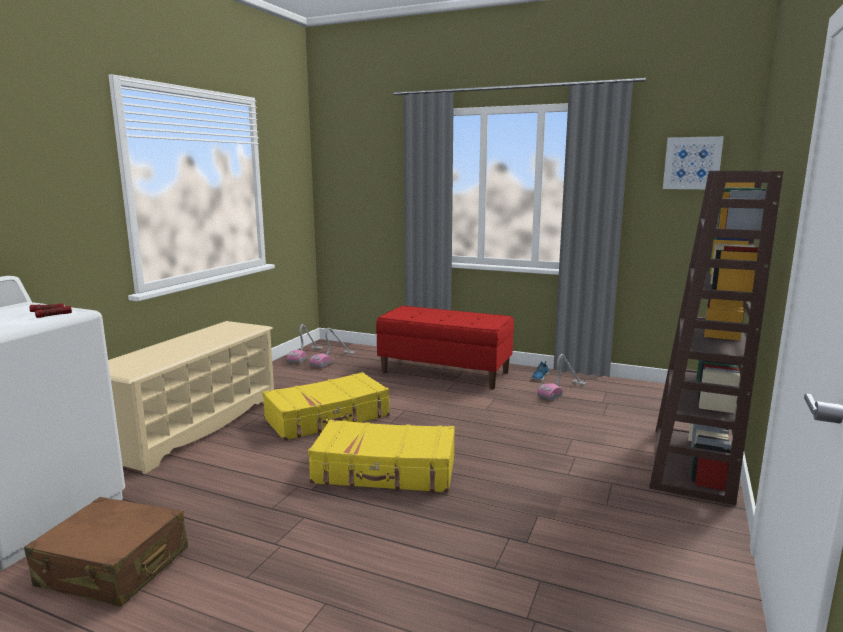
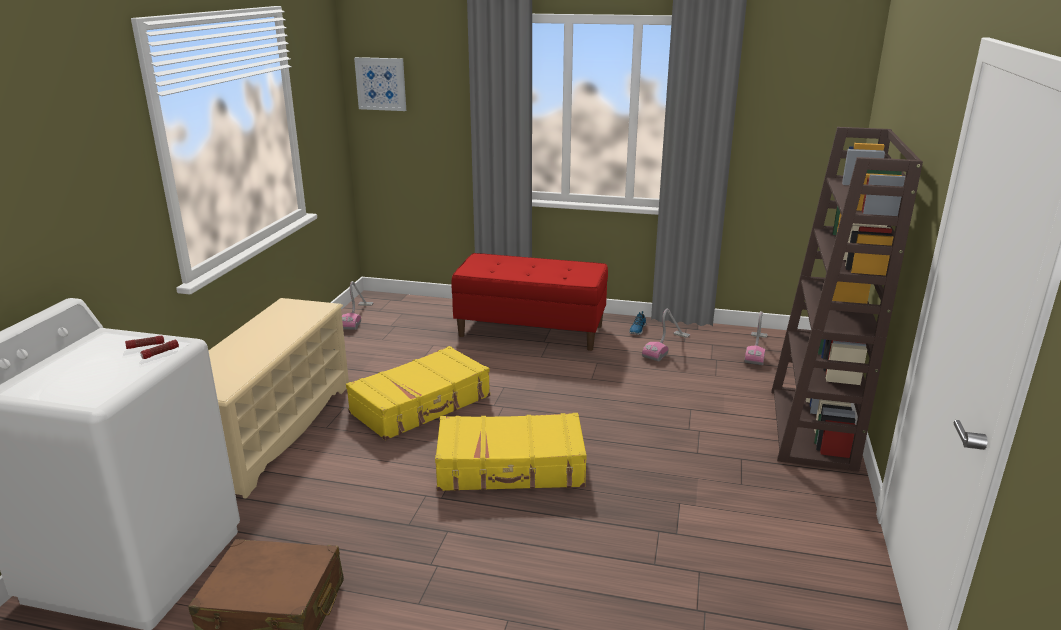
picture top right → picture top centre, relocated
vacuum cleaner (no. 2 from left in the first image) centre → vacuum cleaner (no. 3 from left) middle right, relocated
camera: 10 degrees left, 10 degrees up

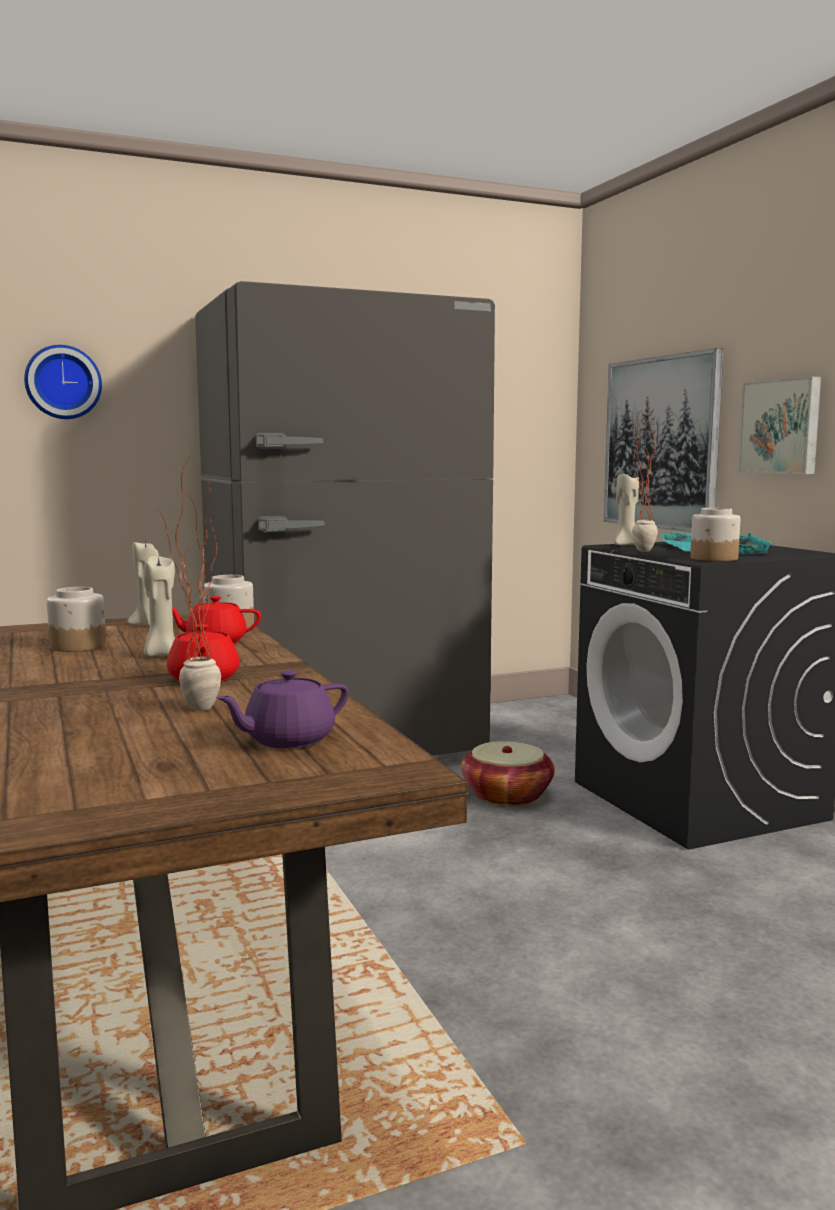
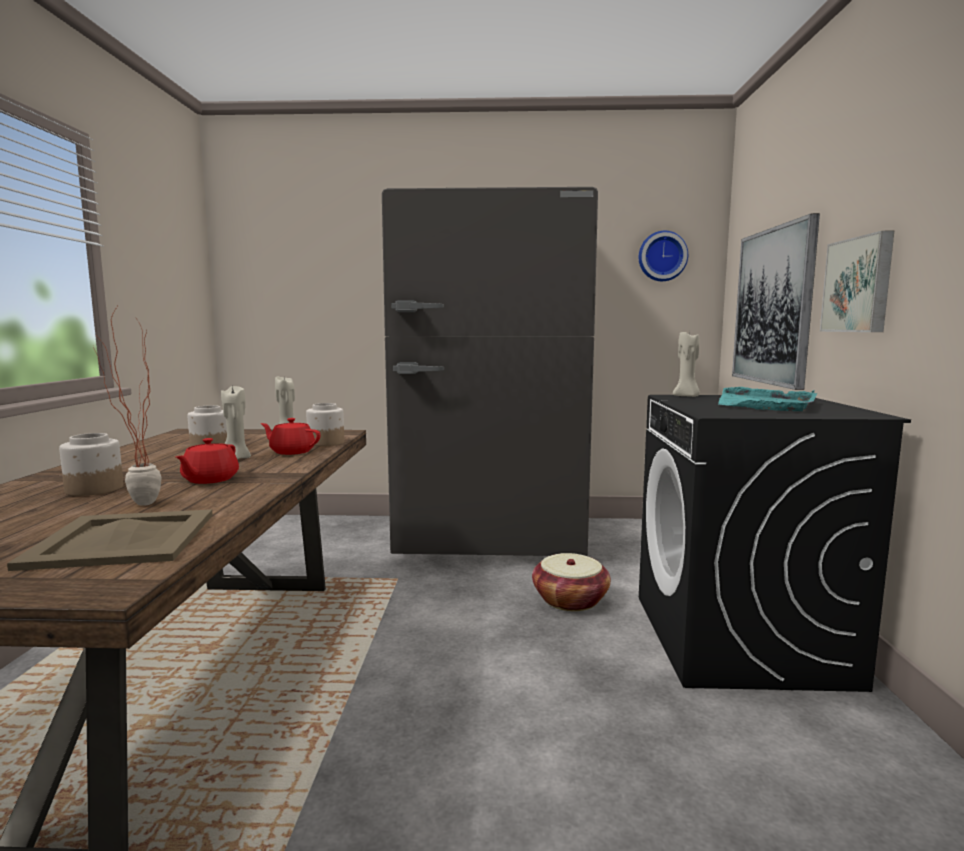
wall clock top left → wall clock top right, relocated
potted plant (no. 2 from left) middle right → -
jar (no. 3 from left in the first image) middle right → jar (no. 1 from left) middle left, relocated
purple teapot centre → beige tray middle left
camera: 25 degrees right, 0 degrees up

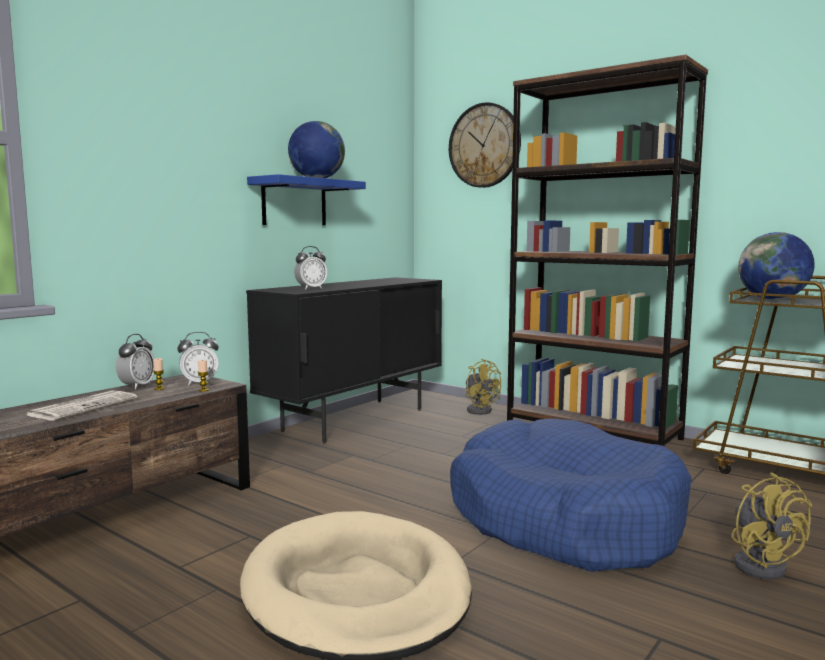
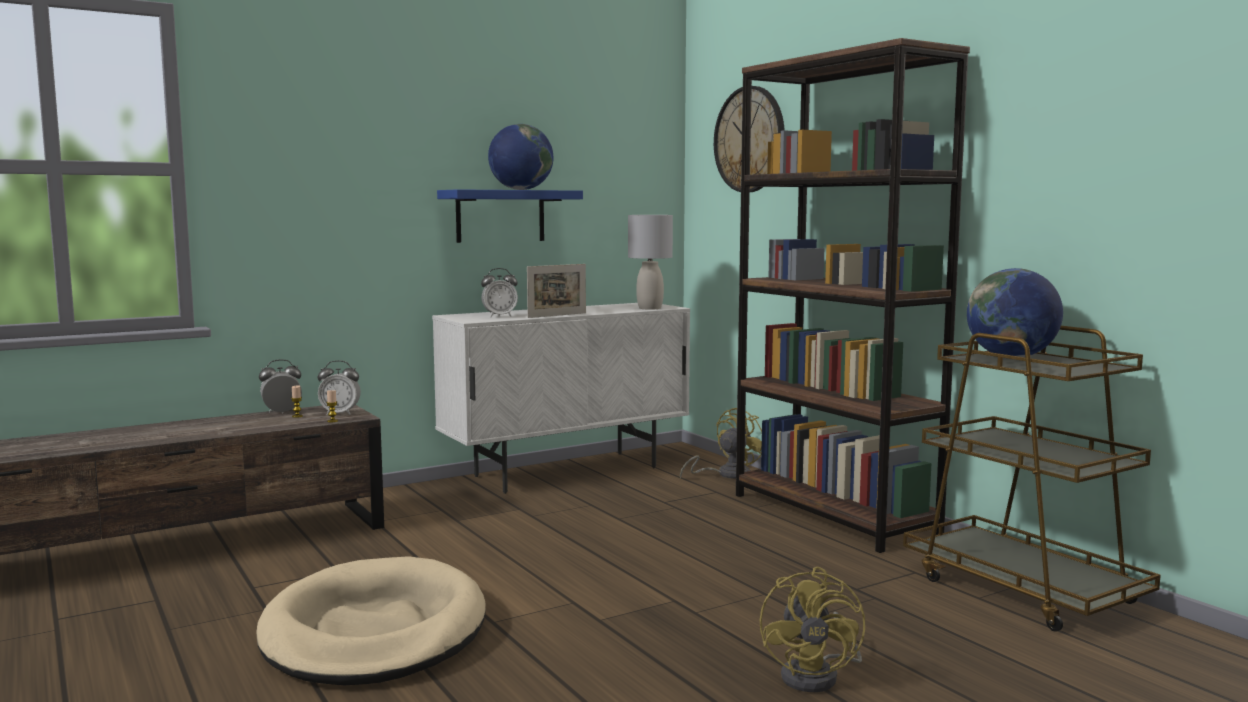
black cabinet centre → white cabinet centre
alarm clock (no. 1 from left) middle left, 150 degrees counterclockwise
yellow fan (no. 1 from left) centre, 120 degrees counterclockwise
newspaper middle left → -
blue dog bed bottom right → -
- → grey table lamp centre
- → picture frame centre
camera: 20 degrees right, 0 degrees up

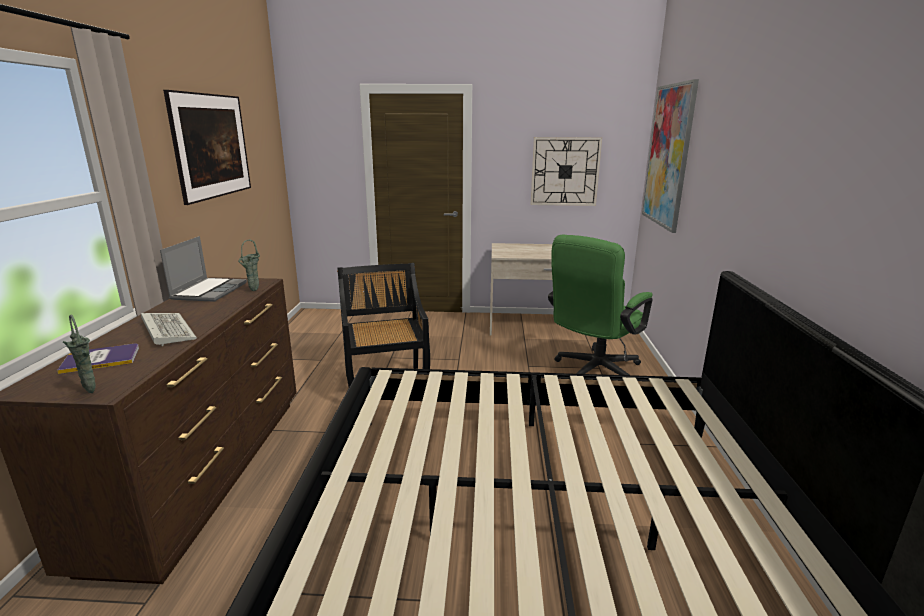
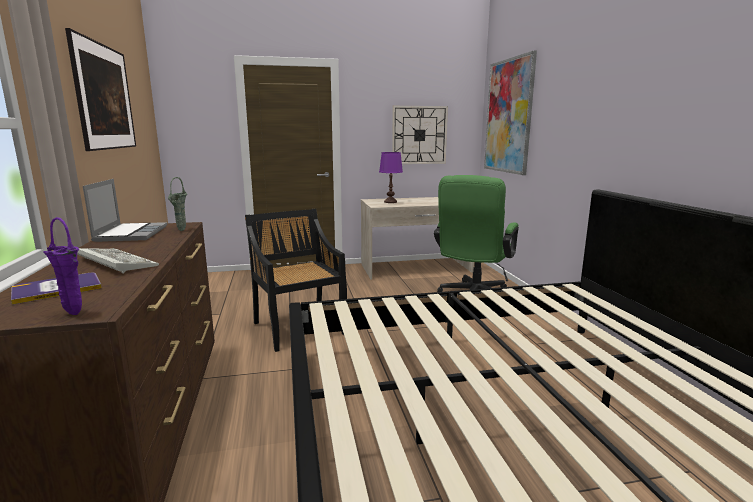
green vase (no. 1 from left) middle left → purple vase middle left
- → purple table lamp centre
camera: 15 degrees left, 5 degrees down

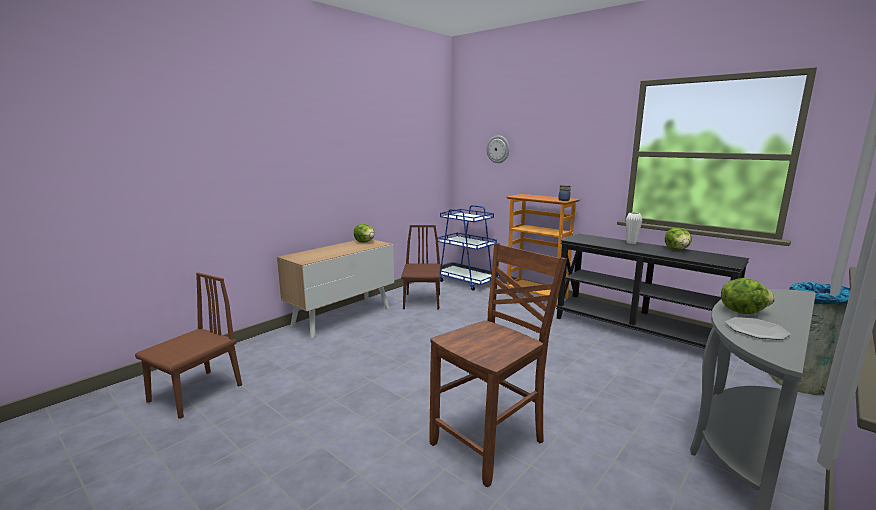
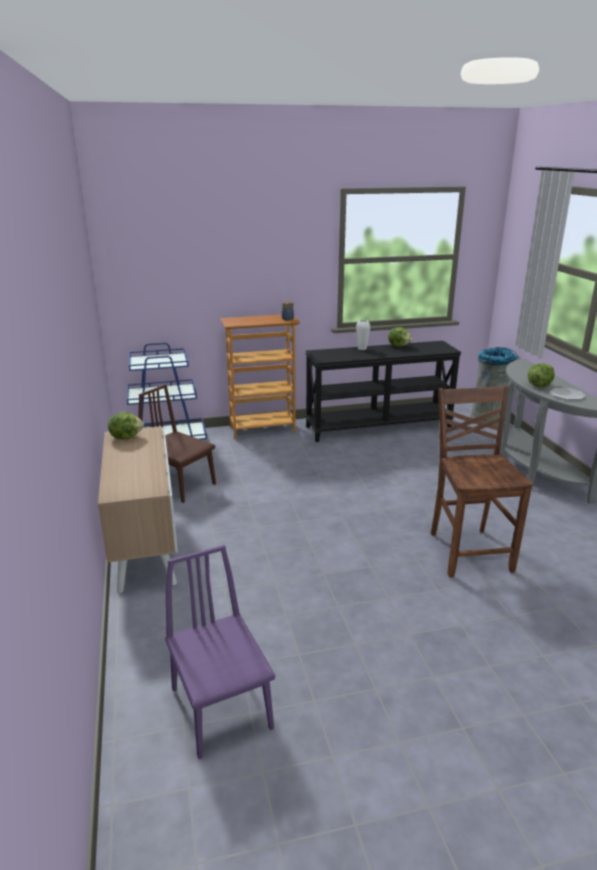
wall clock top centre → -
brown chair (no. 1 from left) bottom left → purple chair bottom centre
camera: 55 degrees left, 10 degrees up

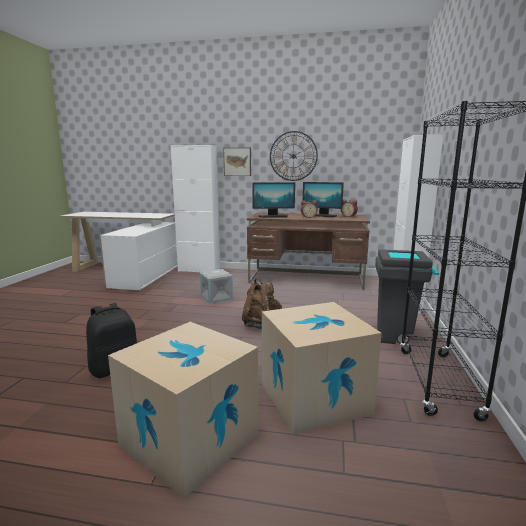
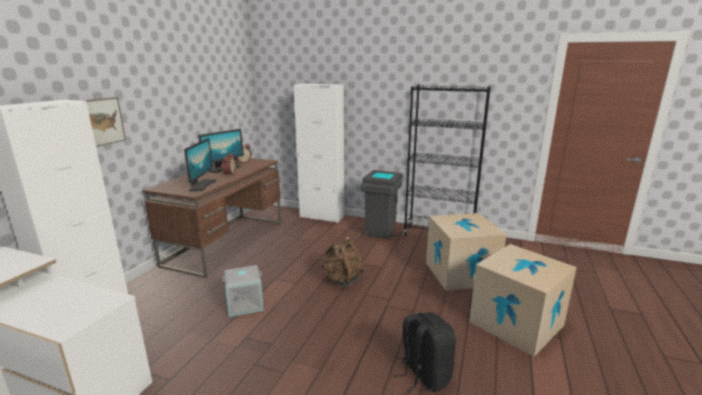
wall clock top centre → -
camera: 80 degrees left, 5 degrees up

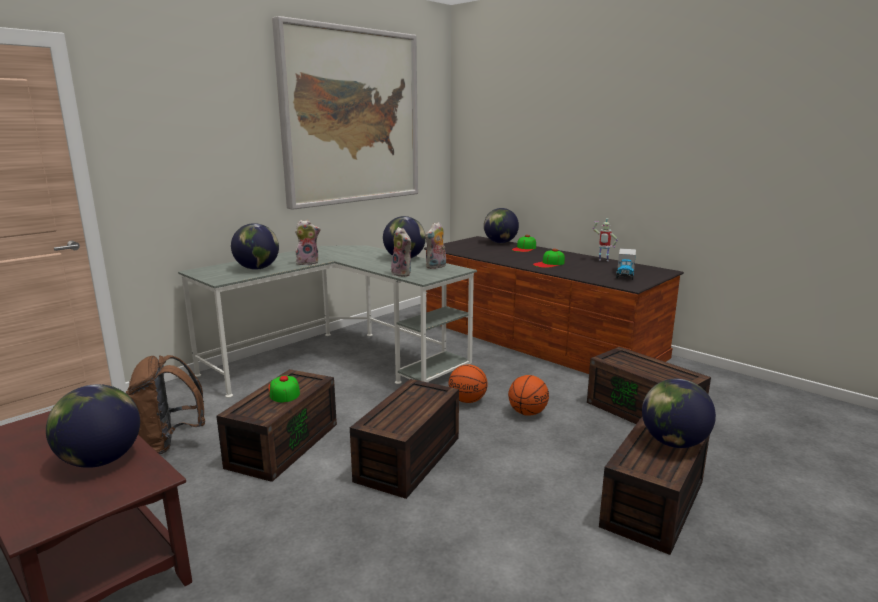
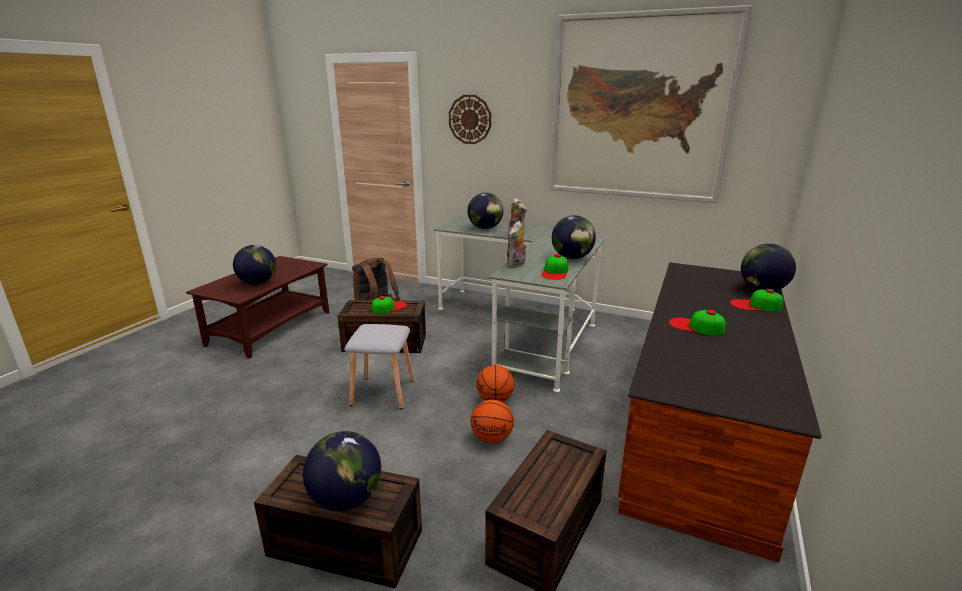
toy robot middle right → -
plush toy (no. 3 from left) centre → cap (no. 2 from left) centre
toy truck middle right → -
brown storage box (no. 2 from left) bottom centre → grey stool centre
- → wall clock top centre
camera: 70 degrees right, 5 degrees up

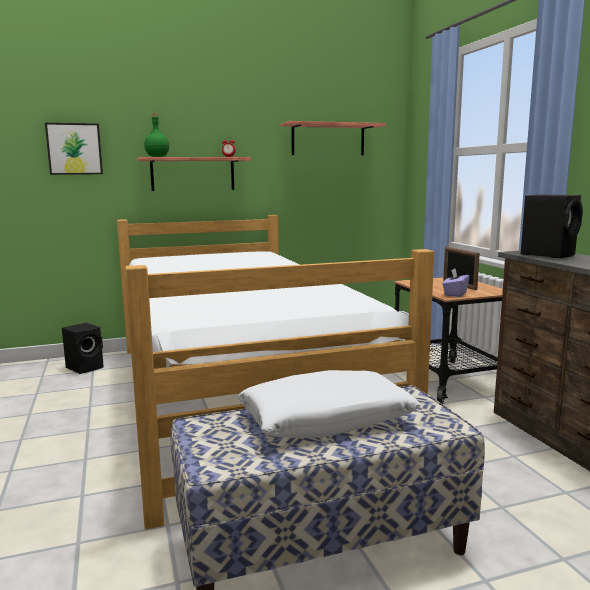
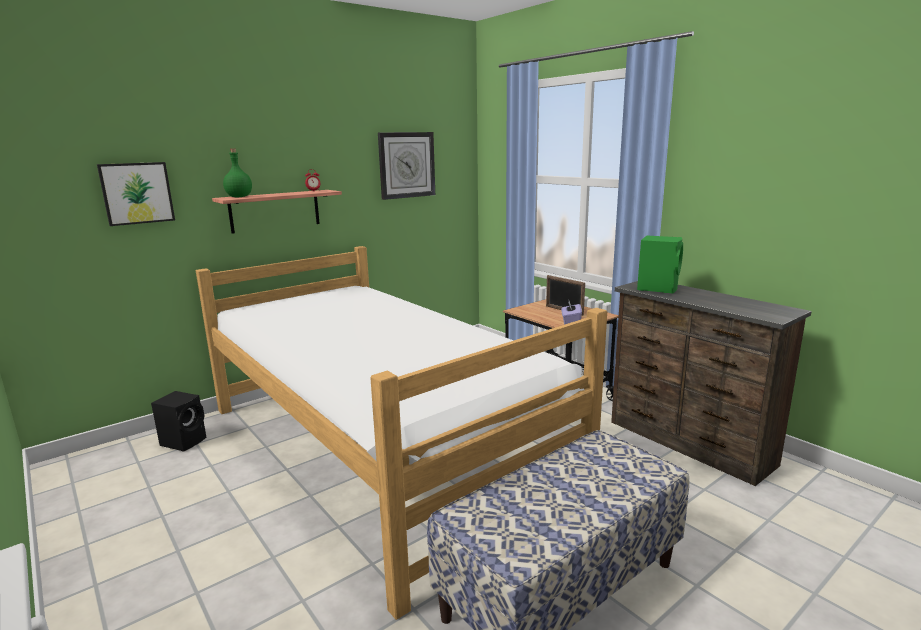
shelf (no. 2 from left) top centre → wall clock top centre
black speaker (no. 2 from left) middle right → green speaker middle right
white pillow bottom centre → -
camera: 20 degrees left, 5 degrees up

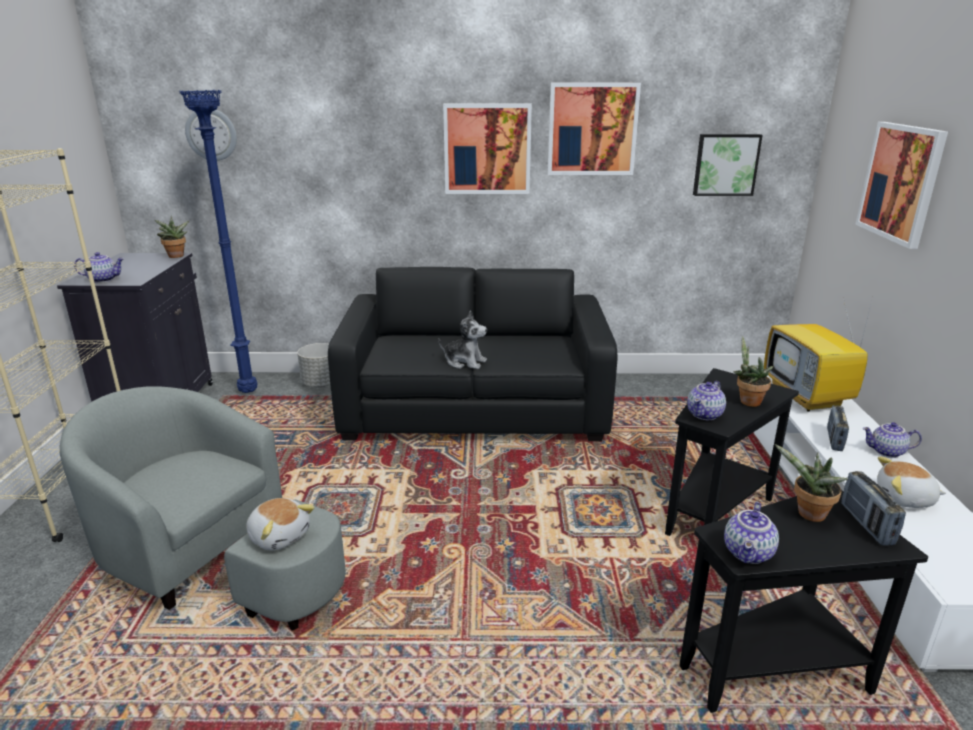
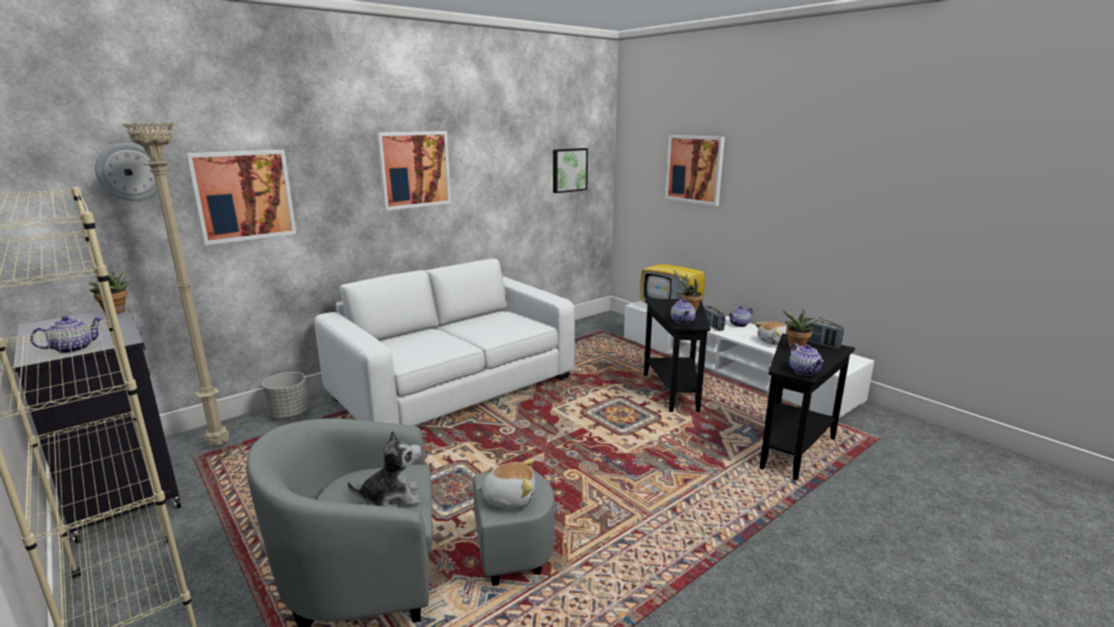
picture (no. 2 from left in the first image) top centre → picture (no. 1 from left) top left, relocated
blue floor lamp top left → beige floor lamp middle left
black sofa centre → white sofa centre
plush toy (no. 2 from left in the first image) centre → plush toy (no. 1 from left) bottom centre, relocated
camera: 40 degrees left, 5 degrees down

